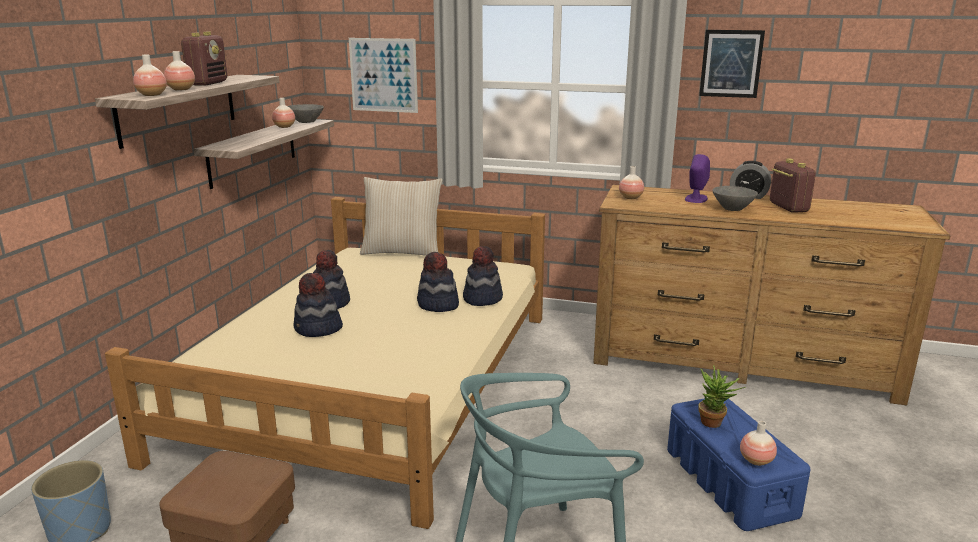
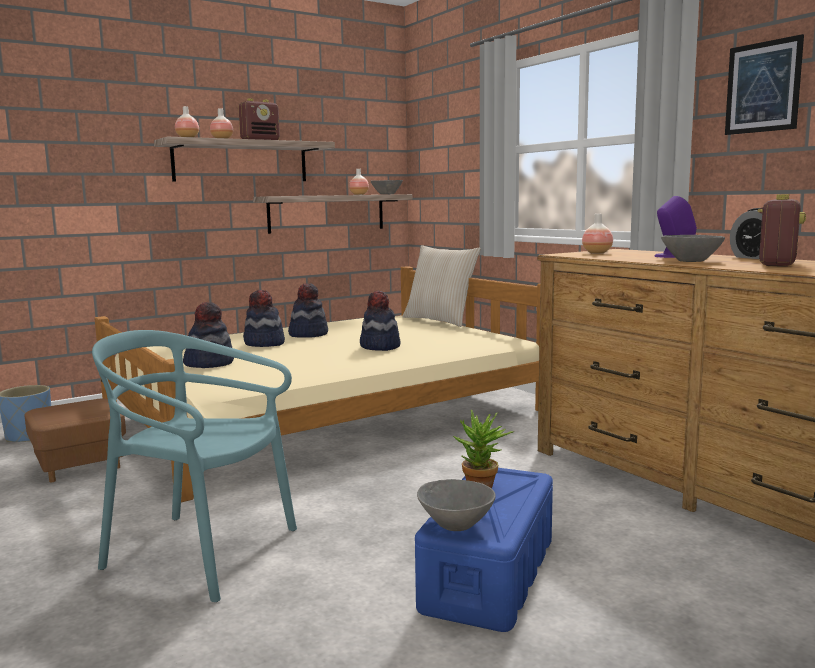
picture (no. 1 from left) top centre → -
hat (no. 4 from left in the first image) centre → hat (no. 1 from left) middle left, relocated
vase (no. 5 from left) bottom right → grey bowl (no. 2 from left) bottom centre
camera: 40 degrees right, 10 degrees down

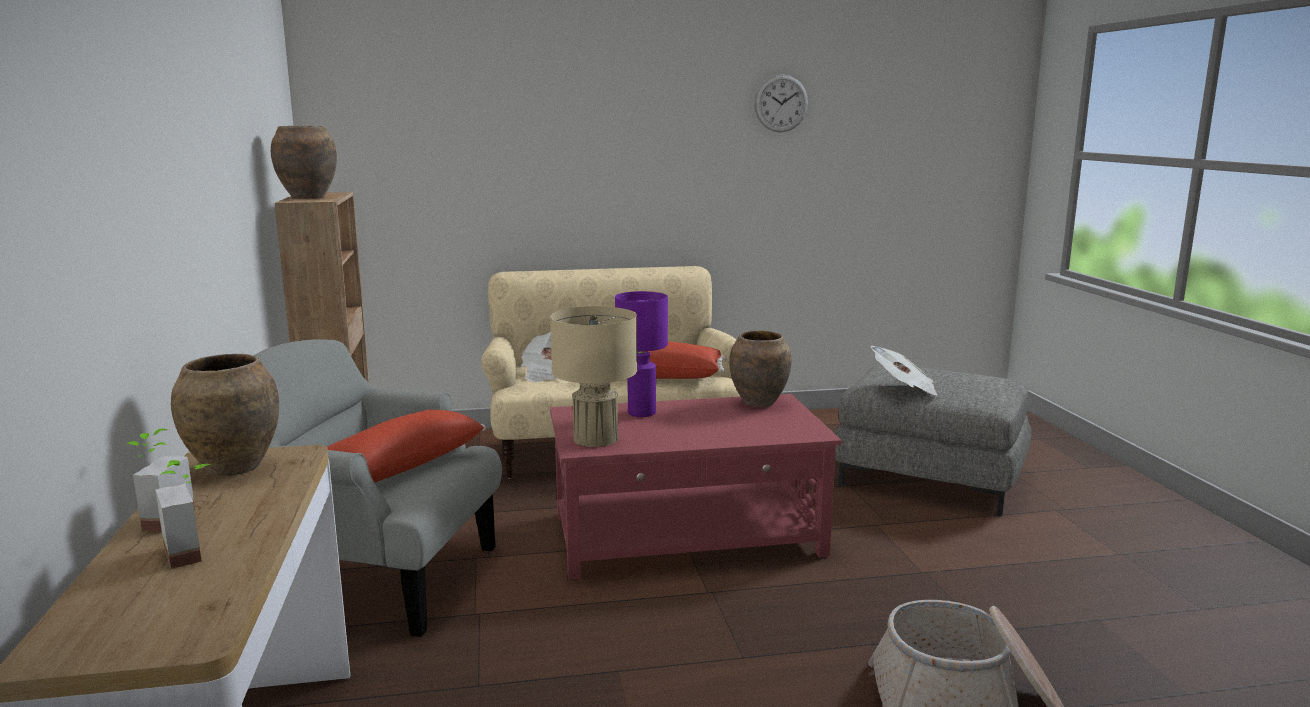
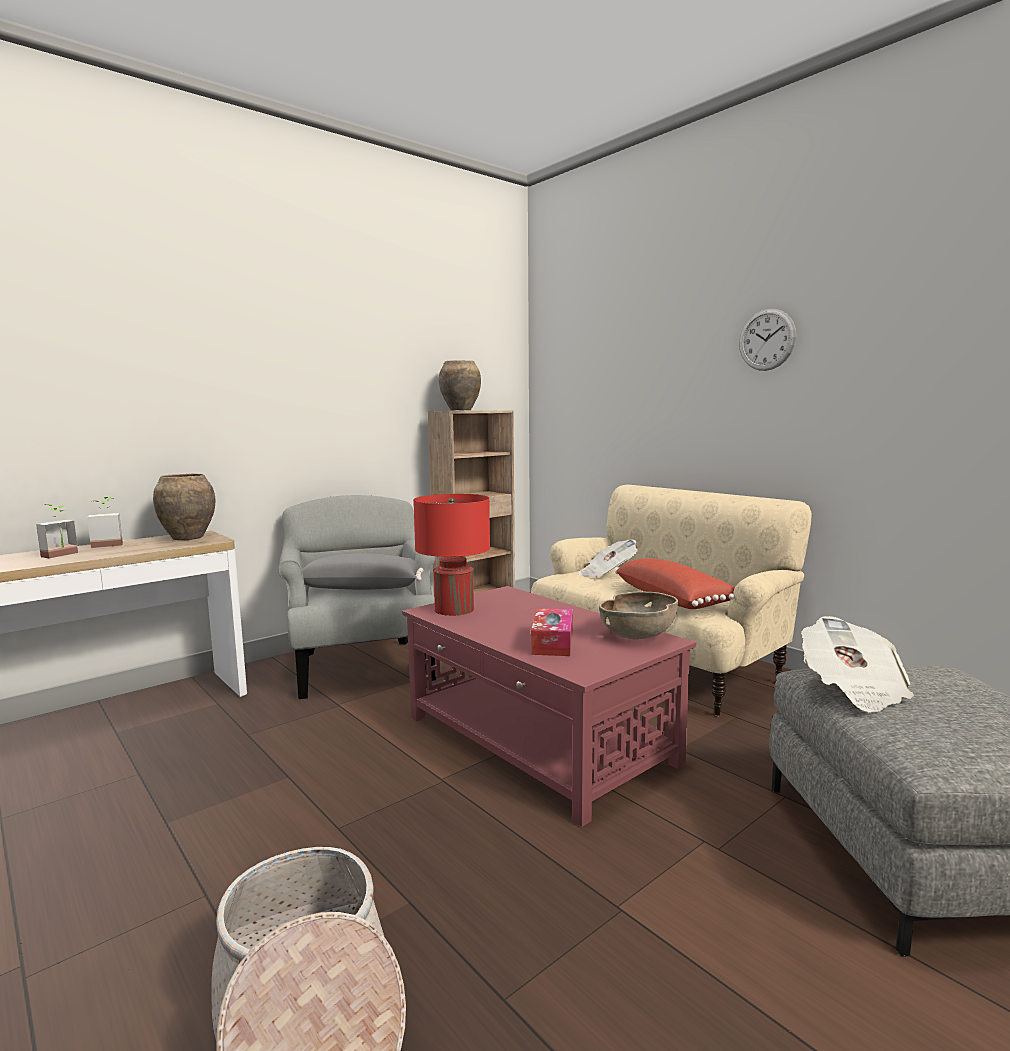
wall clock top centre → wall clock top right, relocated
purple table lamp centre → -
beige table lamp centre → red table lamp centre
brown vase (no. 3 from left) centre → brown bowl centre
red pillow (no. 1 from left) middle left → grey pillow centre
- → tissue box centre
camera: 60 degrees right, 5 degrees down

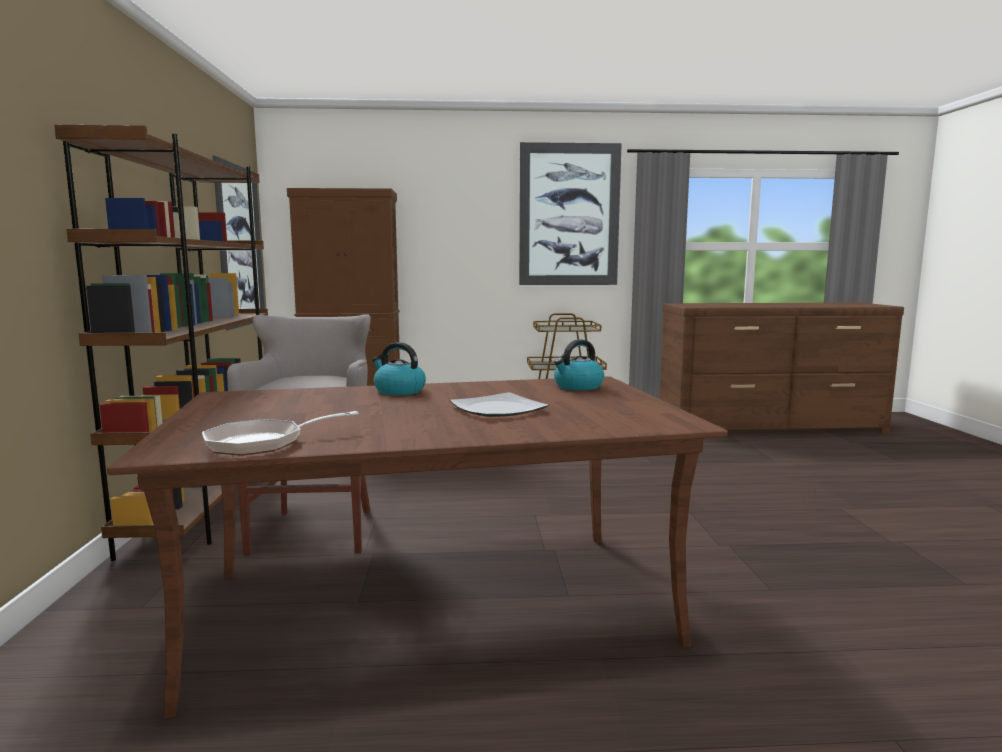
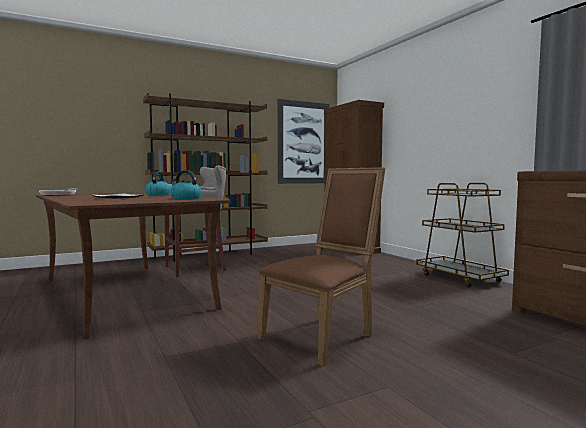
picture (no. 2 from left) top centre → -
- → brown chair centre
camera: 65 degrees right, 5 degrees down

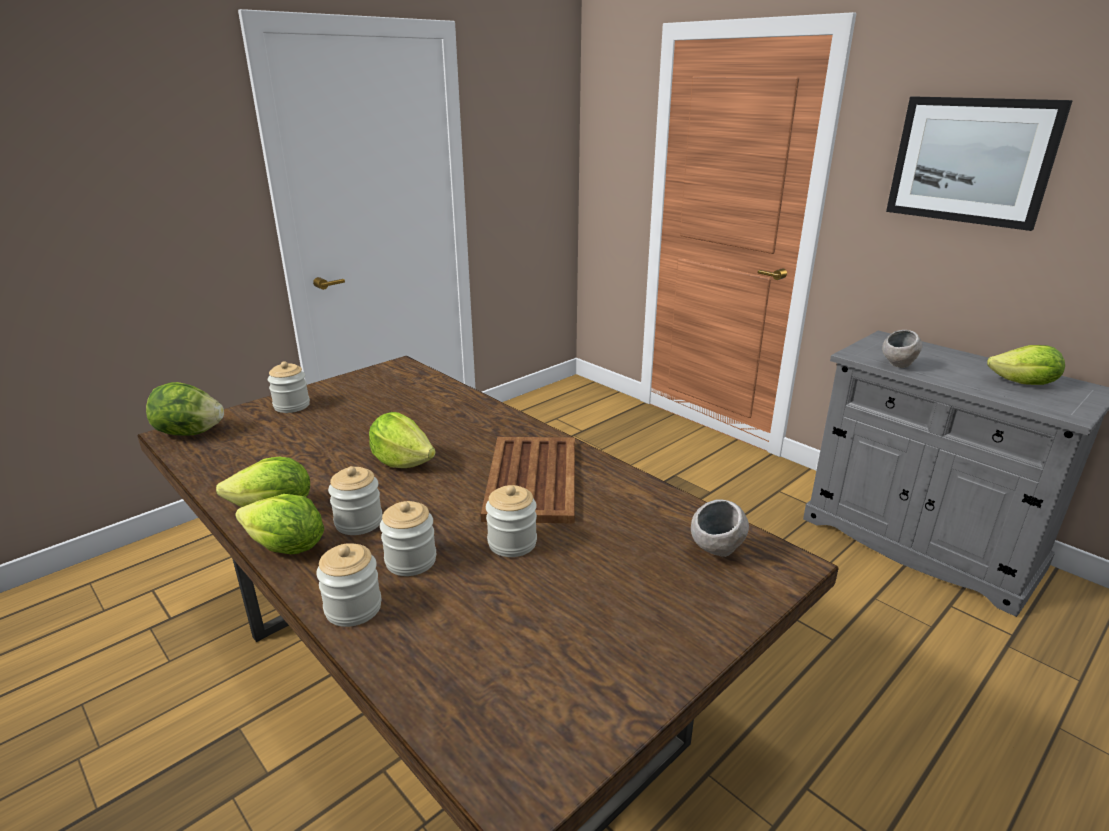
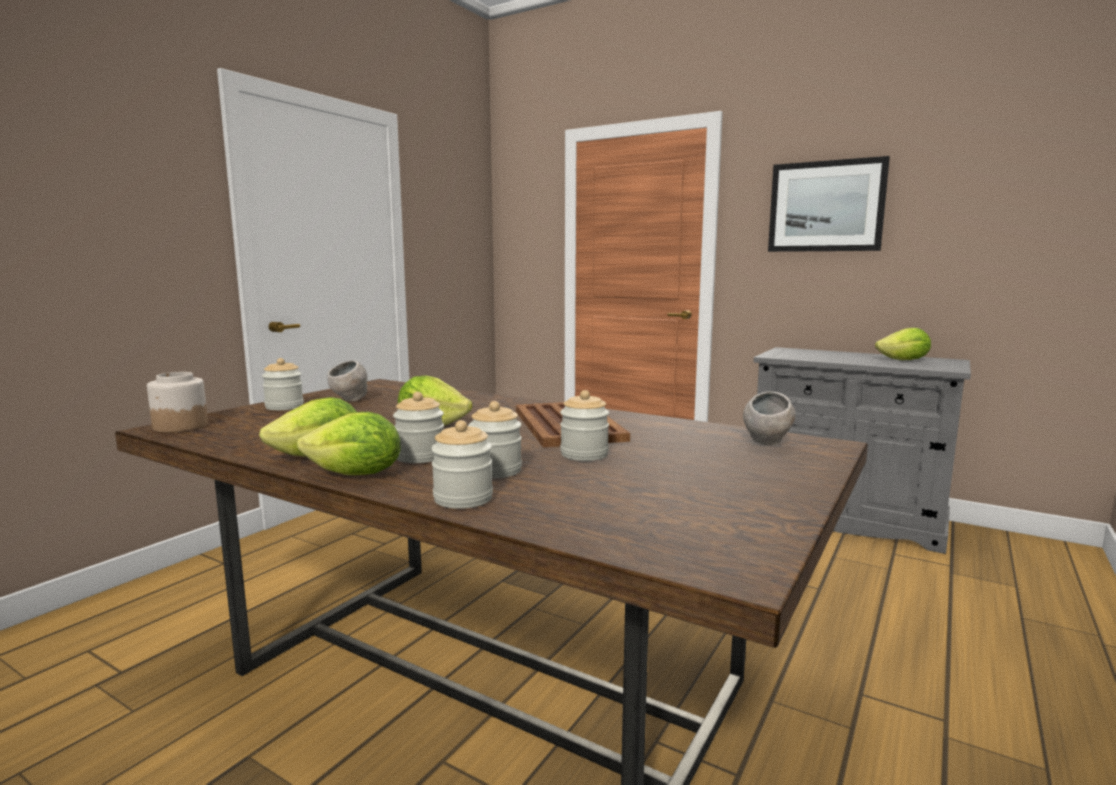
grey bowl (no. 2 from left in the first image) middle right → grey bowl (no. 1 from left) middle left, relocated
lettuce (no. 1 from left) middle left → jar (no. 1 from left) middle left
camera: 15 degrees left, 15 degrees down

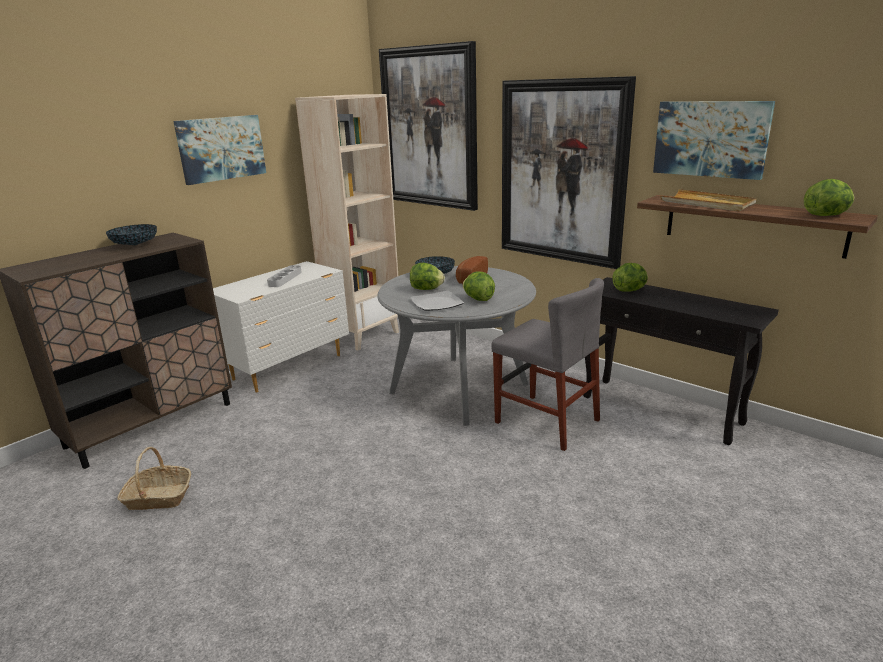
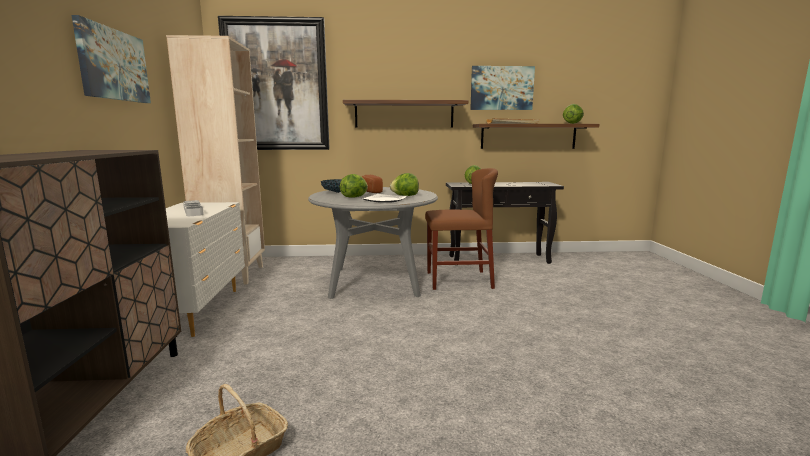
picture (no. 3 from left) top centre → shelf (no. 1 from left) top centre
bowl (no. 1 from left) middle left → -
grey chair centre → brown chair centre
camera: 45 degrees left, 10 degrees down

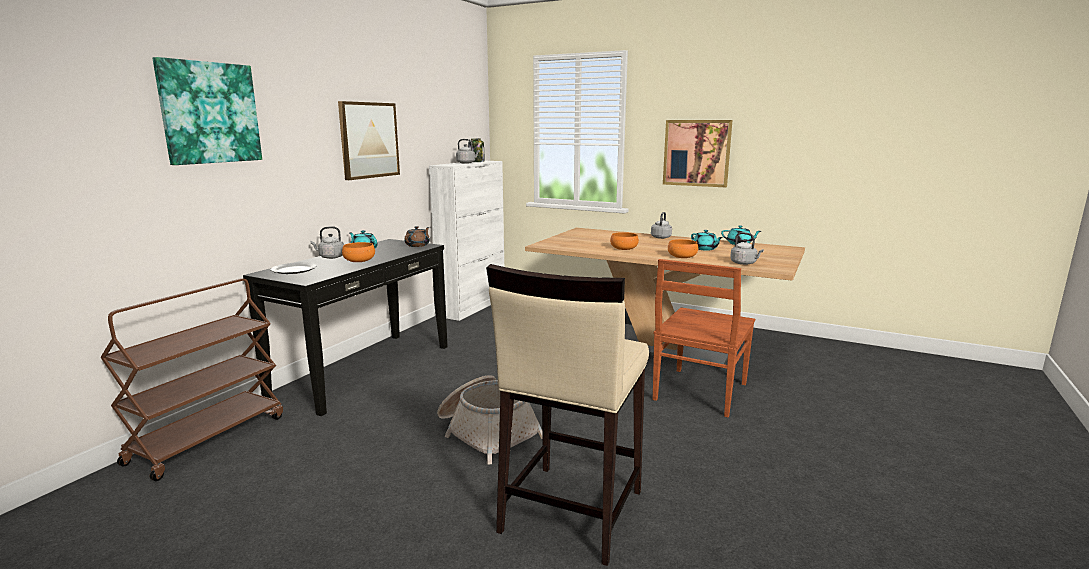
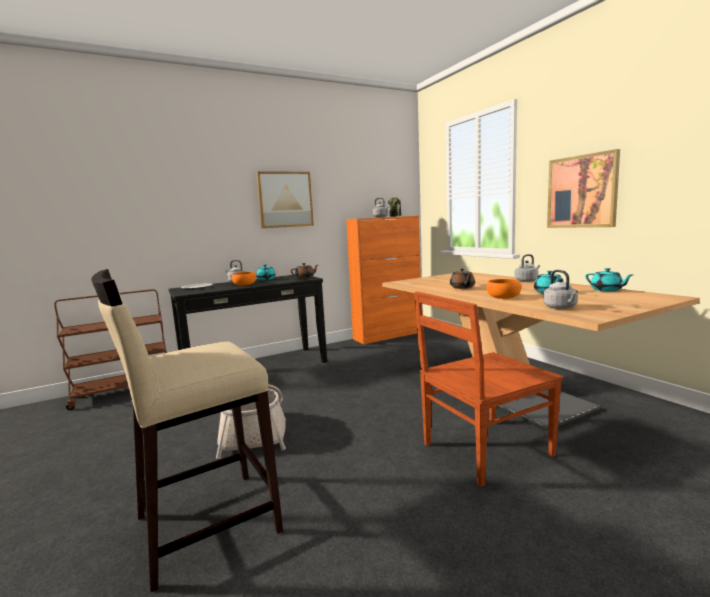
picture (no. 1 from left) top left → -
white cabinet centre → orange cabinet centre
orange bowl (no. 2 from left) centre → brown teapot (no. 2 from left) centre
camera: 35 degrees right, 5 degrees down

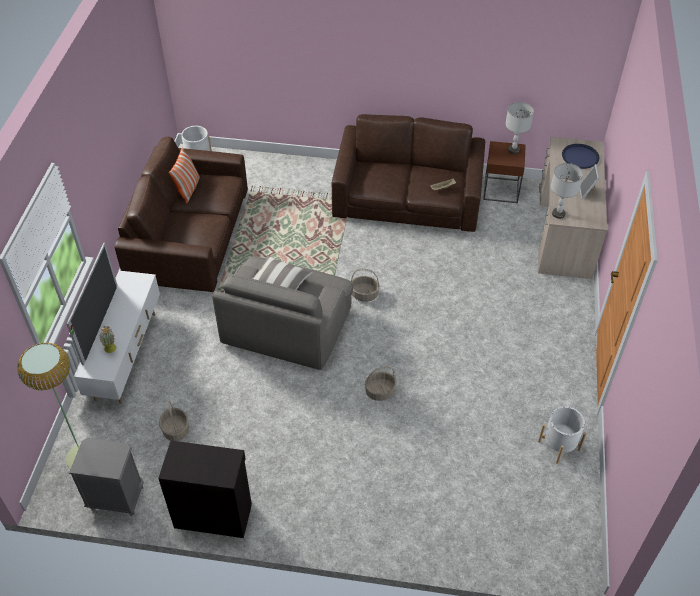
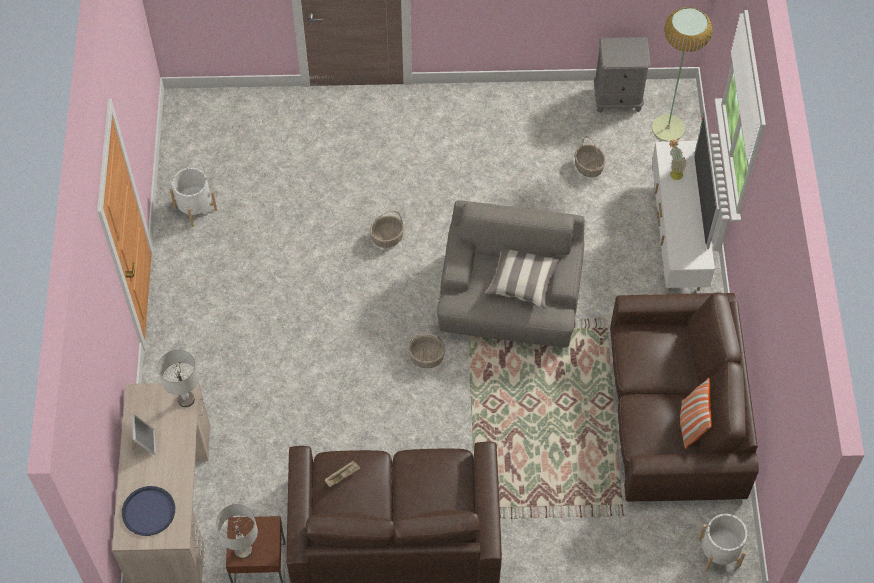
black cabinet bottom left → -
camera: 170 degrees right, 10 degrees up

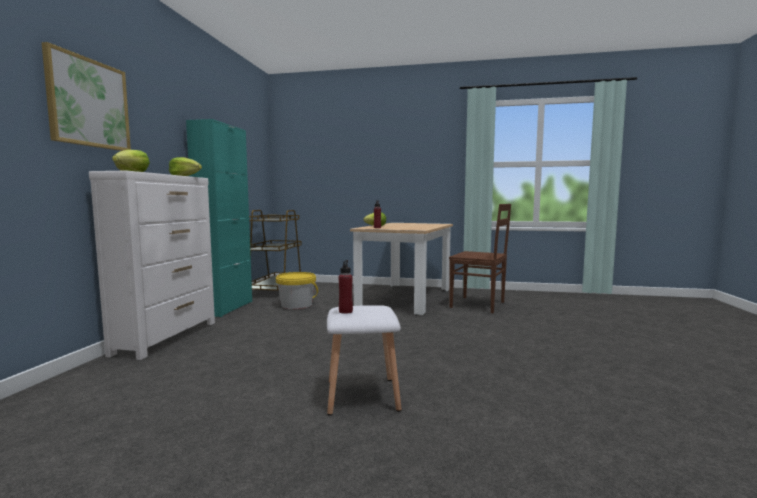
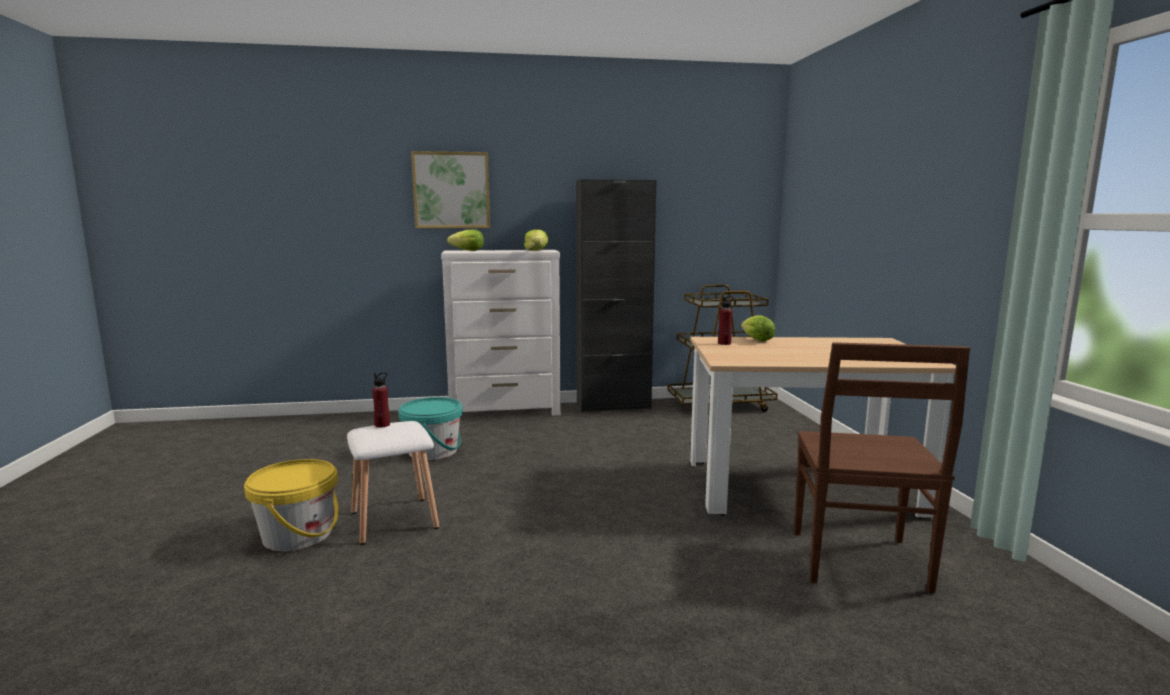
turquoise cabinet middle left → black cabinet centre
yellow bucket centre → yellow bucket bottom left, relocated
- → turquoise bucket centre
camera: 70 degrees right, 5 degrees up

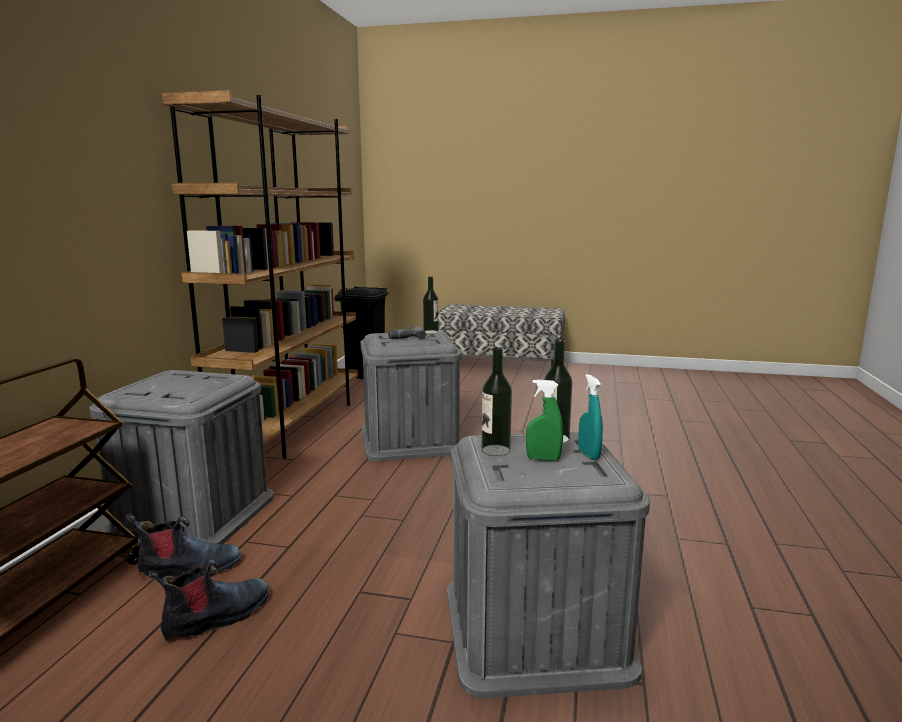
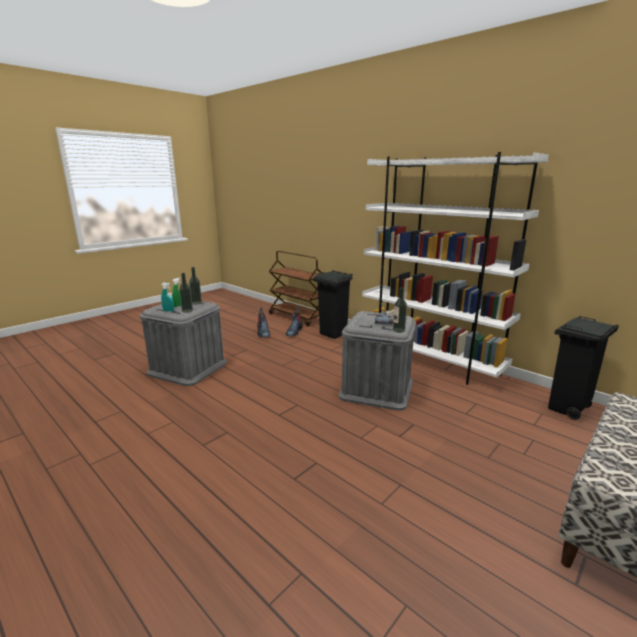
brown bookcase middle left → white bookcase middle right
grey storage box (no. 1 from left) middle left → black trash can (no. 1 from left) centre
camera: 120 degrees right, 5 degrees up

